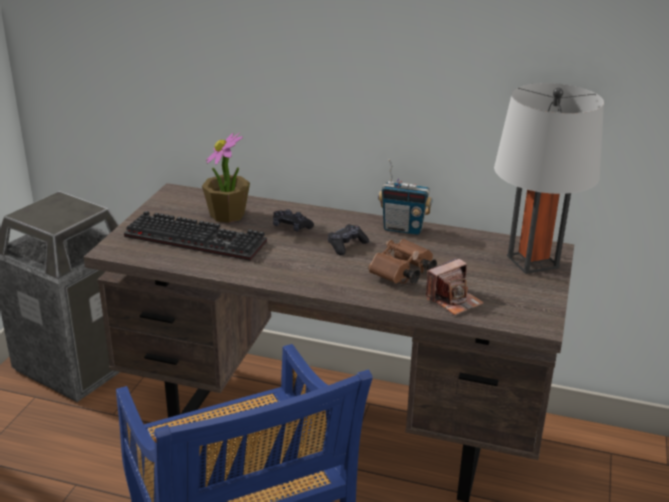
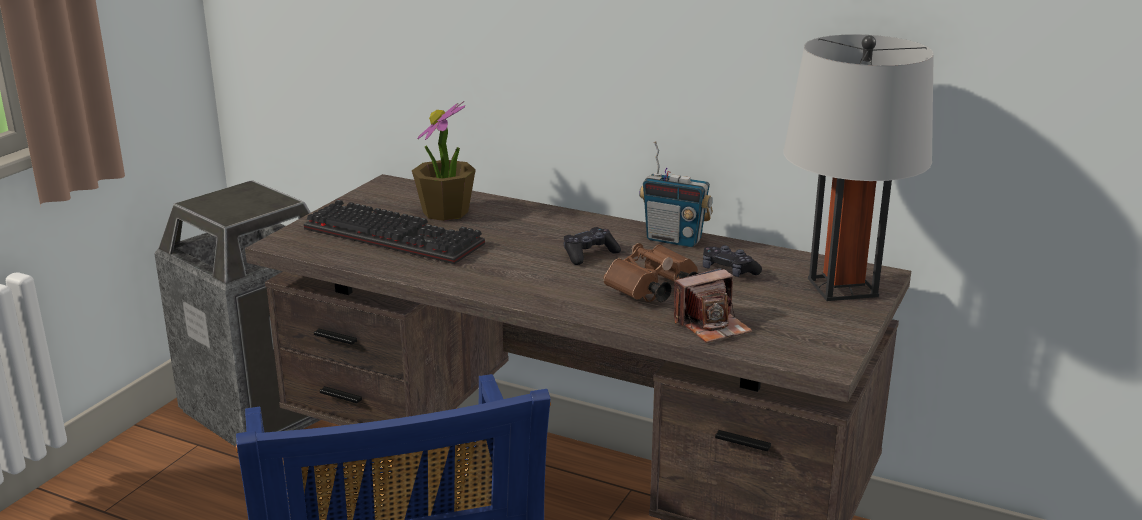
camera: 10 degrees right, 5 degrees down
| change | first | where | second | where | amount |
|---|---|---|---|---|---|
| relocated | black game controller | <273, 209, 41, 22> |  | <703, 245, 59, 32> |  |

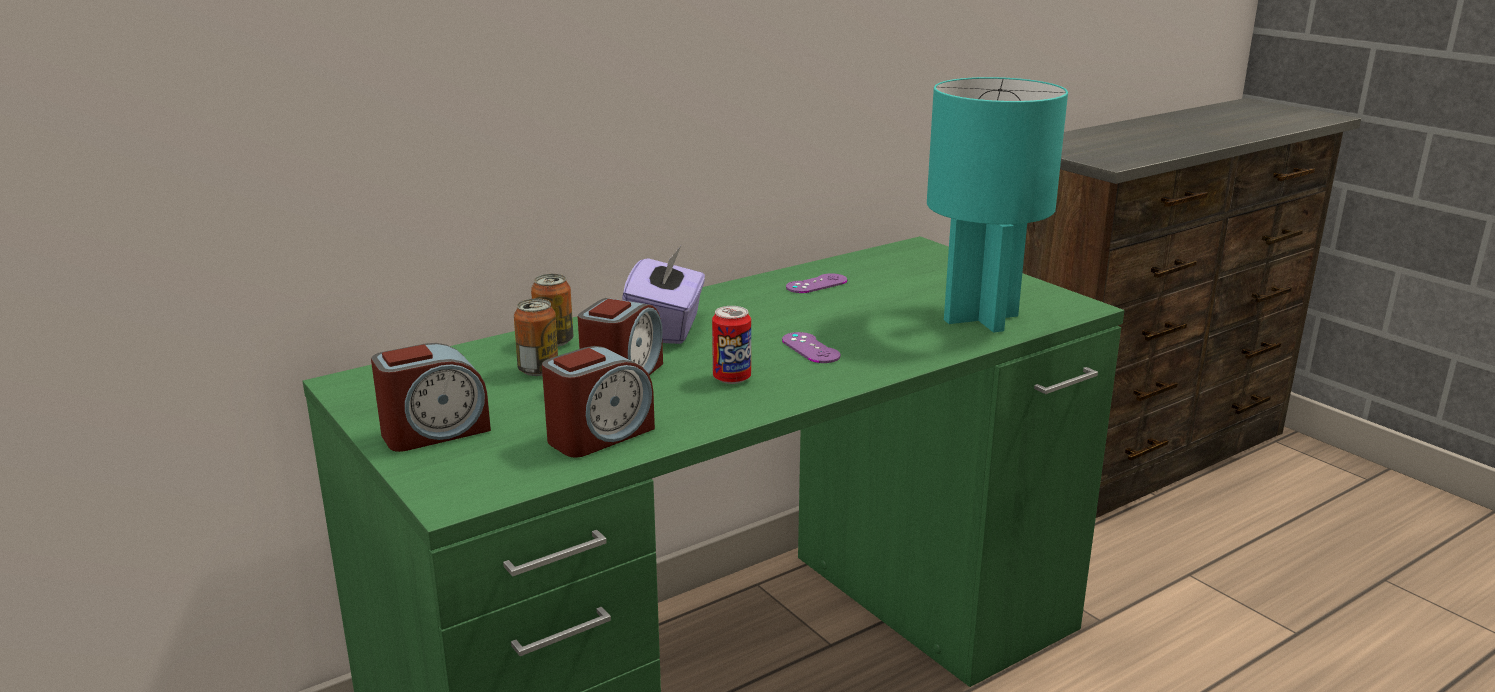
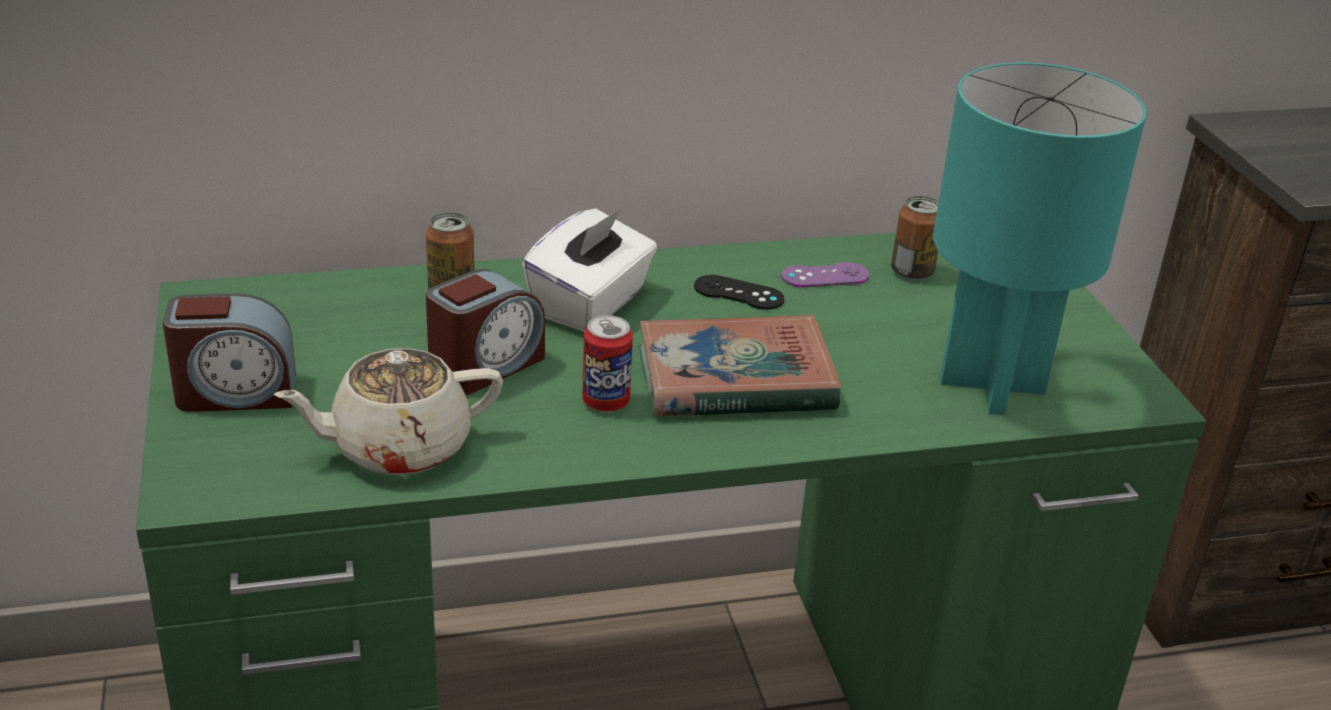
camera: 20 degrees right, 10 degrees up
| change | first | where | second | where | amount |
|---|---|---|---|---|---|
| relocated | can | <514, 299, 44, 77> |  | <891, 196, 48, 84> |  |
| exchanged | alarm clock | <542, 346, 113, 111> | beige teapot | <274, 348, 229, 127> |  |
| colour | purple tissue box | <622, 246, 83, 98> | white tissue box | <522, 208, 135, 124> |  |
| exchanged | purple game controller | <782, 332, 59, 31> | book | <638, 315, 203, 102> |  |
| appeared |  |  | black game controller | <694, 275, 90, 35> |  |

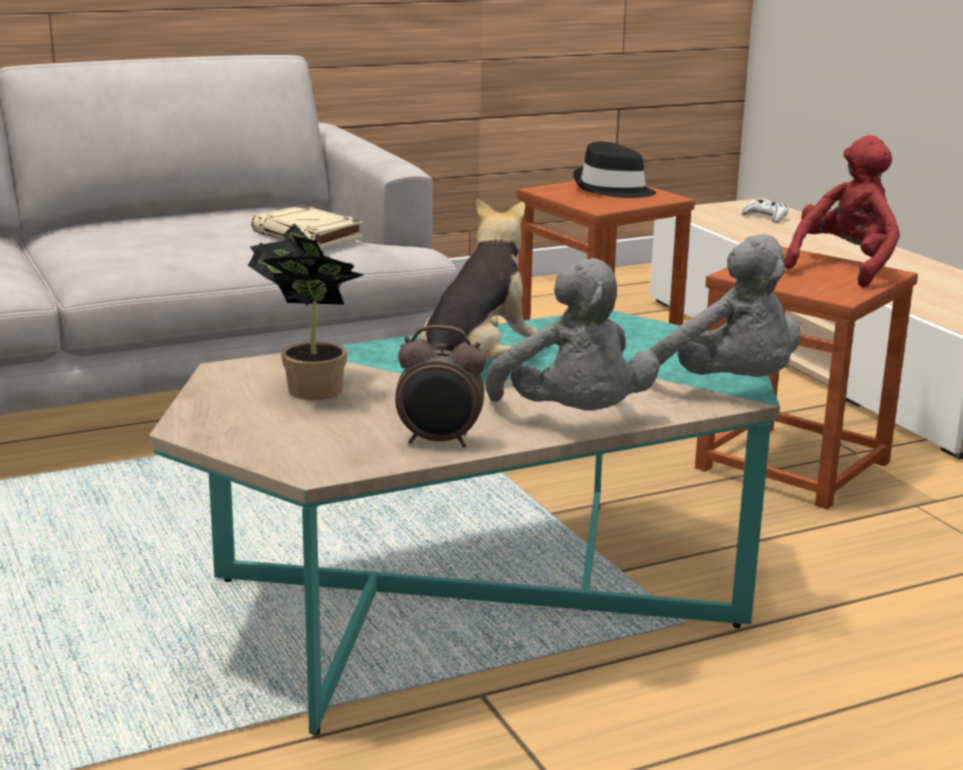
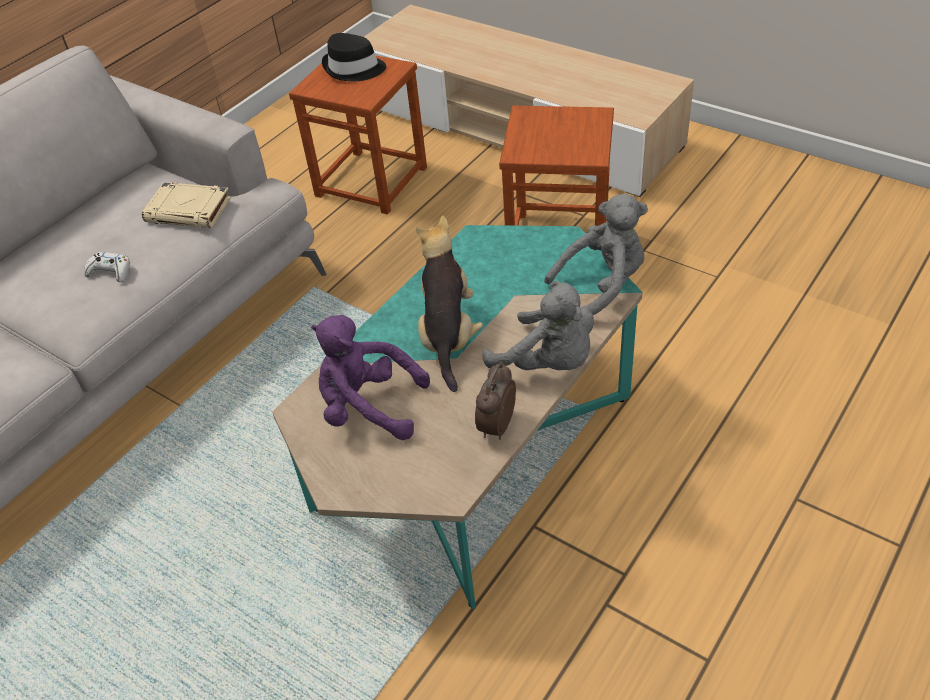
camera: 25 degrees left, 25 degrees up
| change | first | where | second | where | amount |
|---|---|---|---|---|---|
| exchanged | potted plant | <248, 223, 116, 177> | purple plush toy | <311, 315, 119, 125> |  |
| spun | alarm clock | <395, 325, 91, 122> |  | <475, 362, 41, 78> | 135 degrees clockwise |
| spun | grey plush toy | <636, 234, 165, 143> |  | <544, 193, 104, 123> | 45 degrees counterclockwise |
| relocated | white game controller | <742, 200, 47, 23> |  | <84, 252, 46, 30> |  |
| missing | red plush toy | <784, 135, 116, 152> |  |  |  |

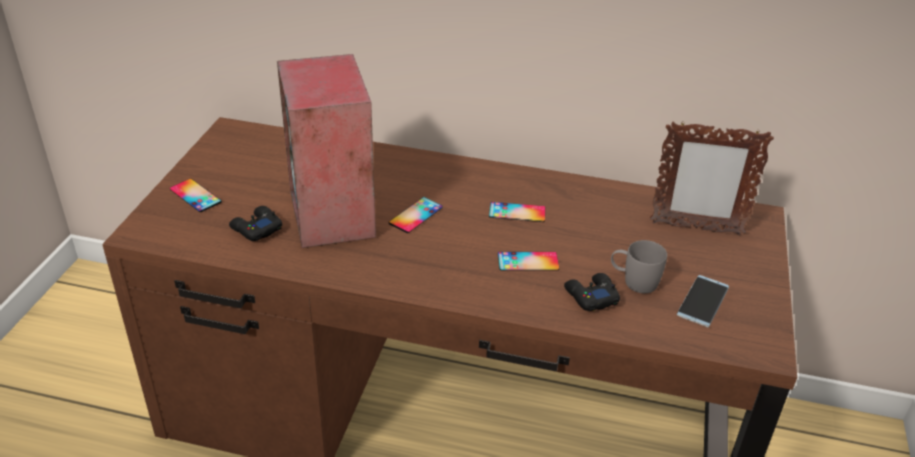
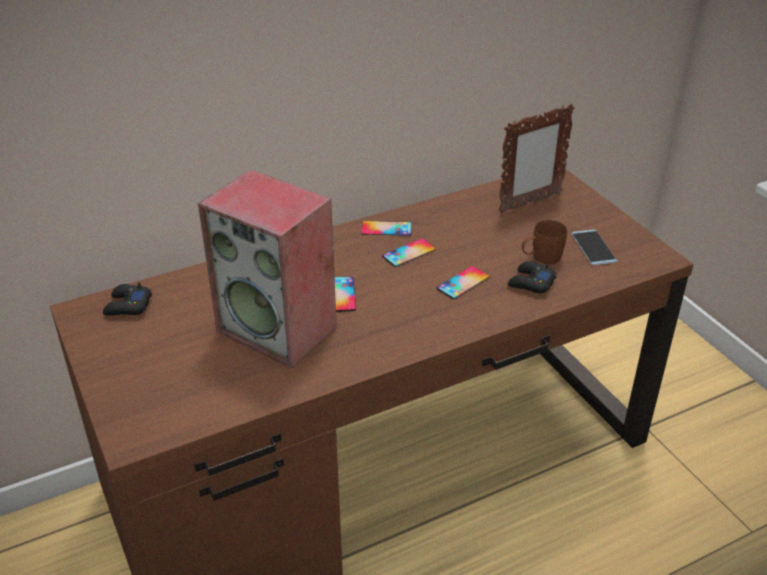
camera: 40 degrees left, 0 degrees up
| change | first | where | second | where | amount |
|---|---|---|---|---|---|
| relocated | phone | <170, 179, 52, 33> |  | <362, 221, 50, 15> |  |
| relocated | black game controller | <229, 206, 53, 35> |  | <103, 283, 49, 33> |  |
| colour | grey mug | <611, 240, 56, 53> | brown mug | <522, 220, 45, 44> |  |

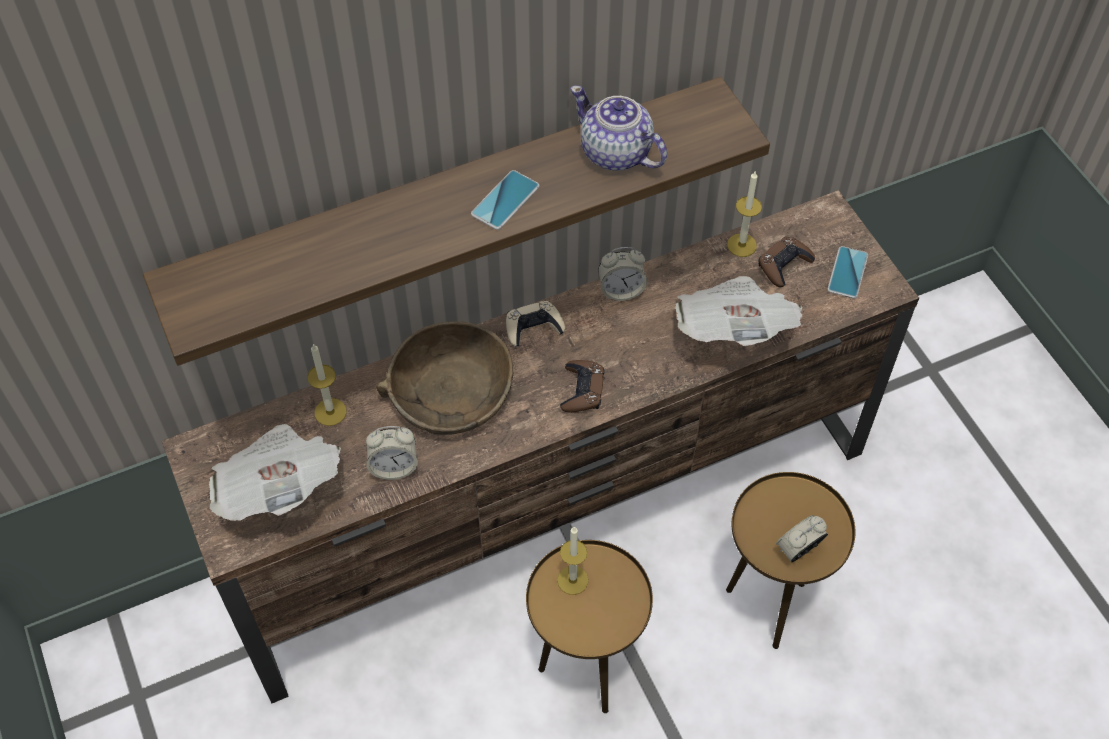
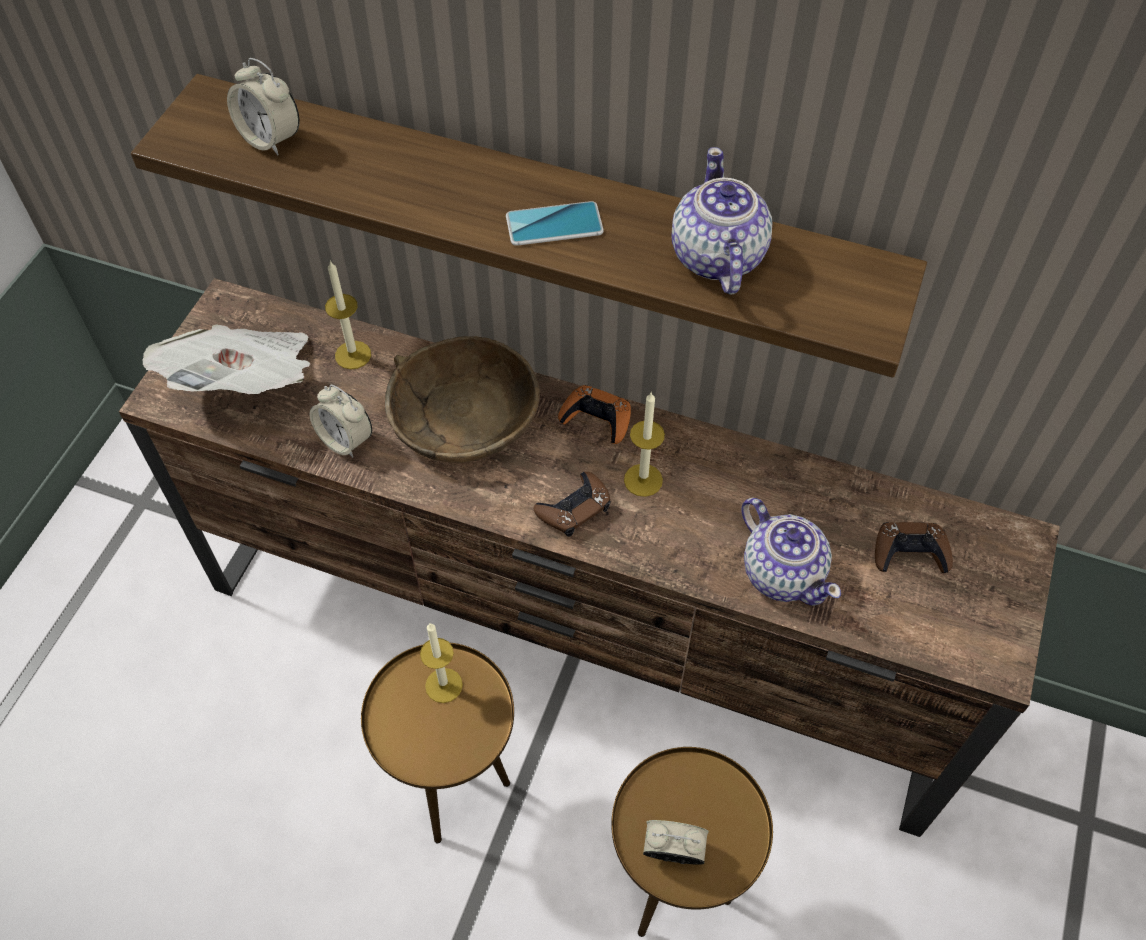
camera: 45 degrees right, 0 degrees up
| change | first | where | second | where | amount |
|---|---|---|---|---|---|
| colour | beige game controller | <506, 301, 59, 46> | orange game controller | <558, 385, 73, 59> |  |
| relocated | alarm clock | <598, 247, 49, 54> |  | <227, 58, 73, 97> |  |
| exchanged | newspaper | <675, 276, 128, 70> | teapot | <741, 498, 100, 108> |  |
| relocated | candle | <727, 172, 35, 85> |  | <624, 393, 41, 104> |  |
| missing | phone | <827, 246, 41, 52> |  |  |  |

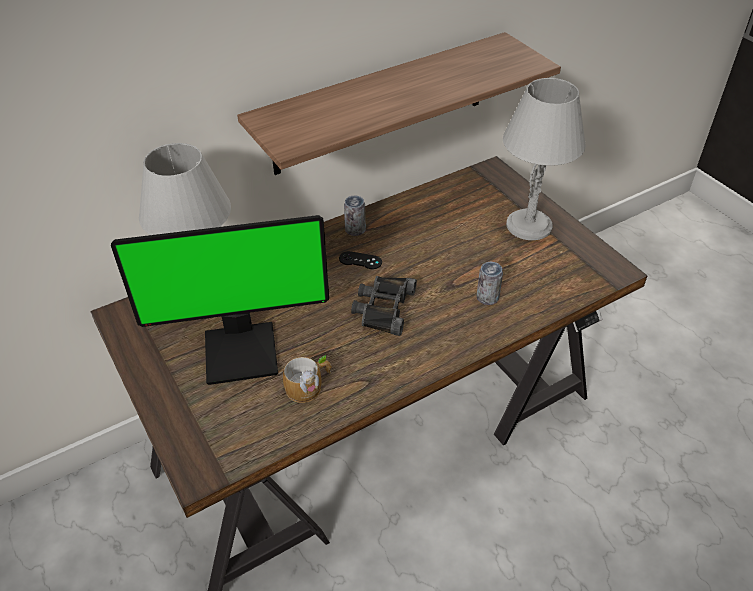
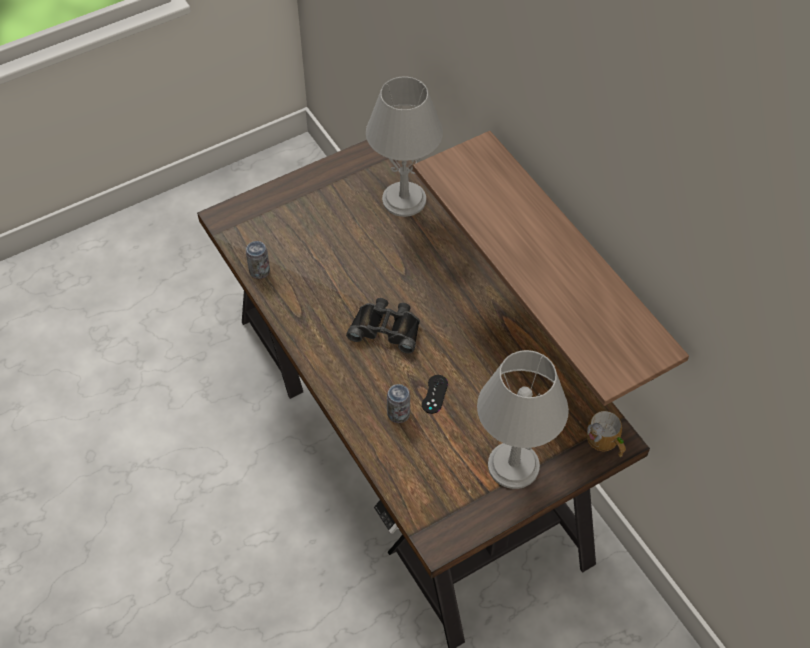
camera: 90 degrees right, 10 degrees up
| change | first | where | second | where | amount |
|---|---|---|---|---|---|
| missing | monitor | <111, 215, 218, 170> |  |  |  |
| relocated | mug | <283, 355, 49, 48> |  | <587, 411, 39, 46> |  |
| relocated | black game controller | <339, 251, 43, 18> |  | <422, 375, 26, 39> |  |
| relocated | can | <344, 195, 22, 41> |  | <246, 241, 24, 38> |  |

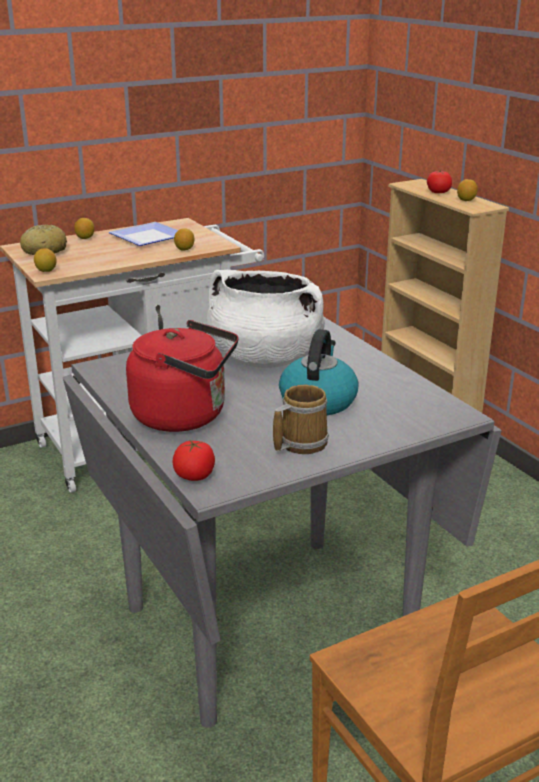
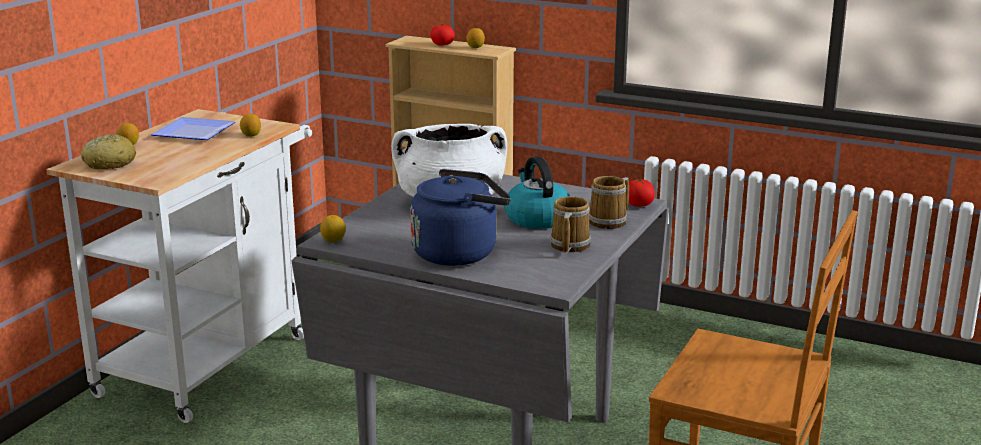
camera: 35 degrees left, 5 degrees down
| change | first | where | second | where | amount |
|---|---|---|---|---|---|
| relocated | lemon | <34, 248, 23, 24> |  | <320, 215, 26, 28> |  |
| colour | red kettle | <126, 320, 112, 112> | blue kettle | <410, 169, 101, 97> |  |
| relocated | tomato | <172, 440, 43, 41> |  | <629, 178, 26, 29> |  |
| appeared |  |  | mug | <589, 176, 40, 53> |  |

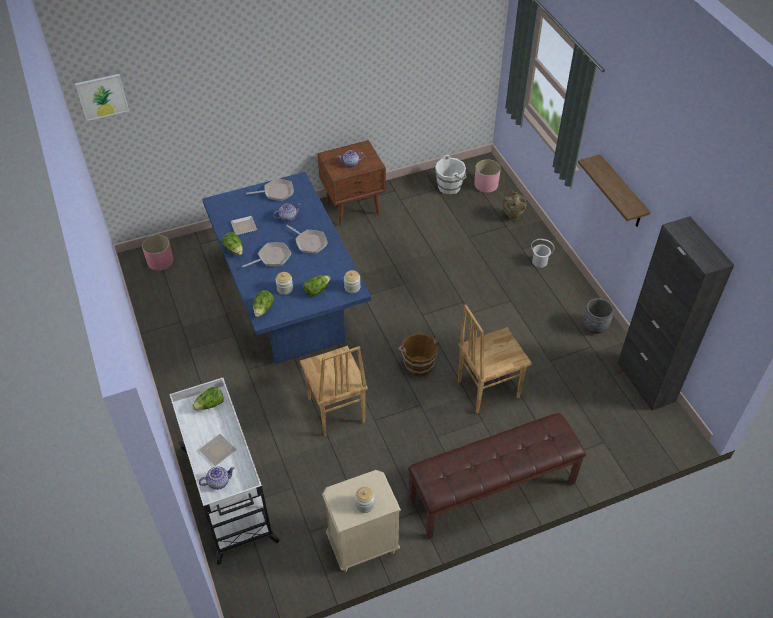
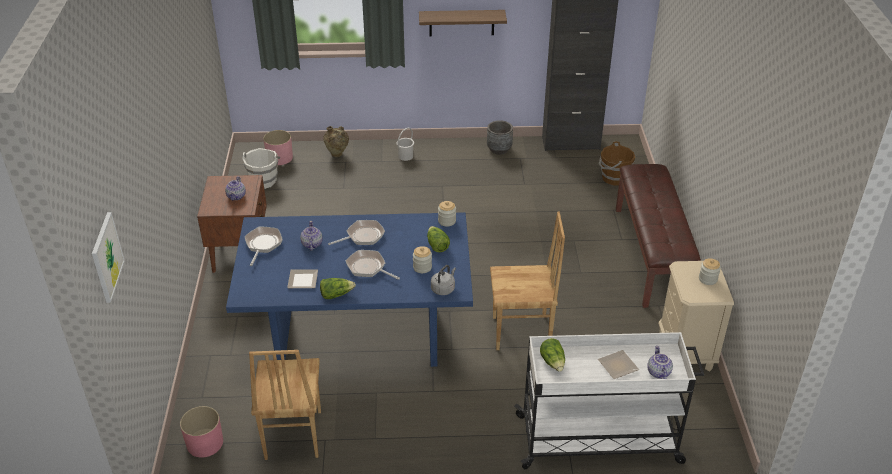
camera: 70 degrees left, 10 degrees down
| change | first | where | second | where | amount |
|---|---|---|---|---|---|
| spun | frying pan | <242, 242, 49, 25> |  | <346, 250, 54, 30> | 45 degrees counterclockwise |
| exchanged | lettuce | <253, 290, 21, 27> | grey kettle | <431, 265, 25, 30> |  |
| relocated | brown bucket | <398, 334, 40, 43> |  | <599, 141, 36, 44> |  |
| relocated | brown chair | <458, 304, 74, 109> |  | <249, 350, 72, 110> |  |

